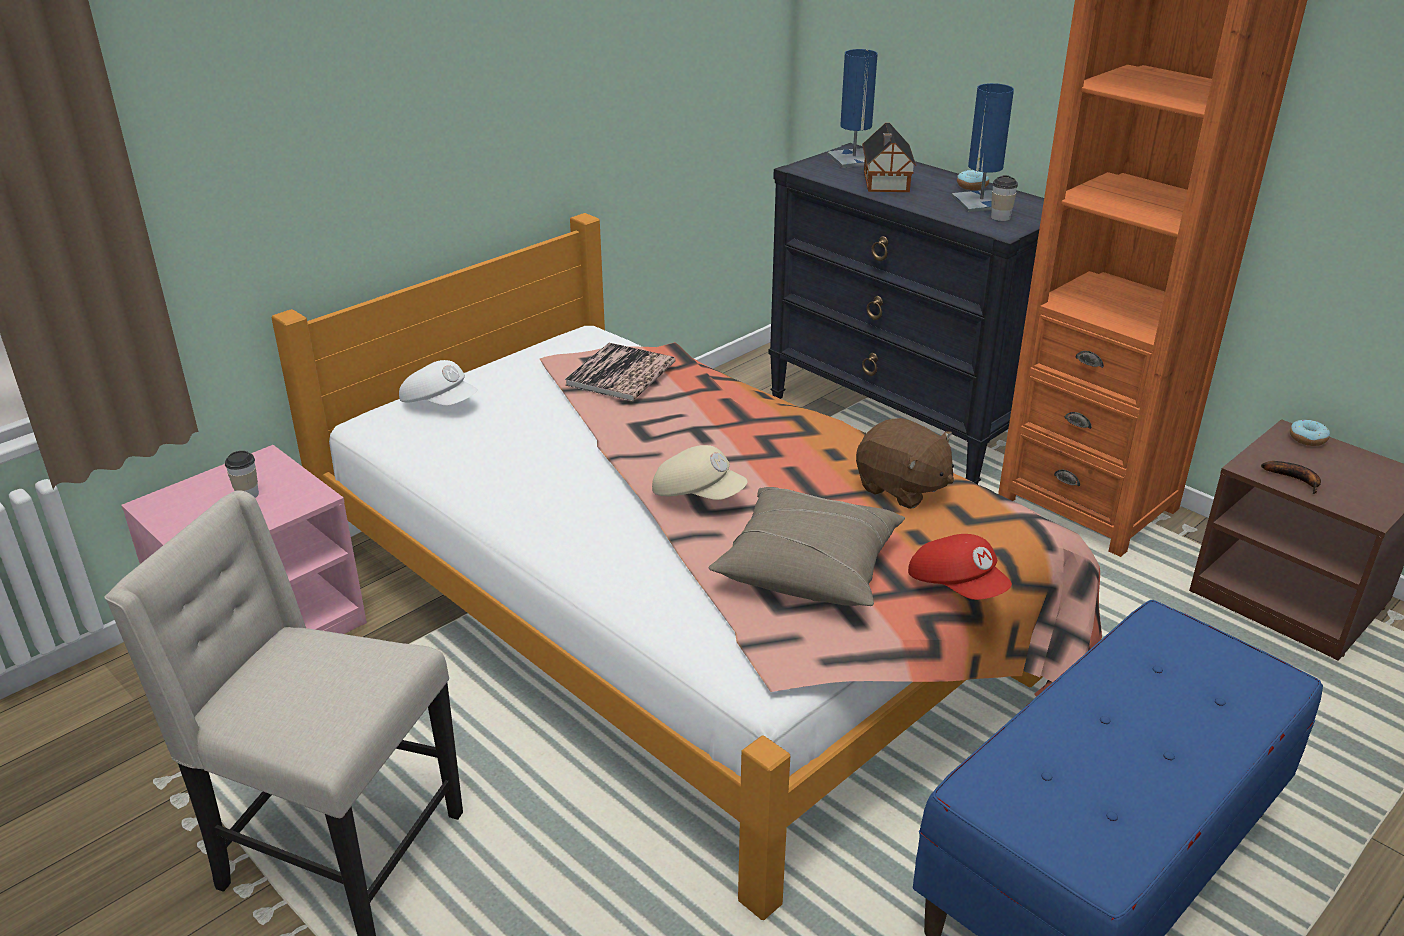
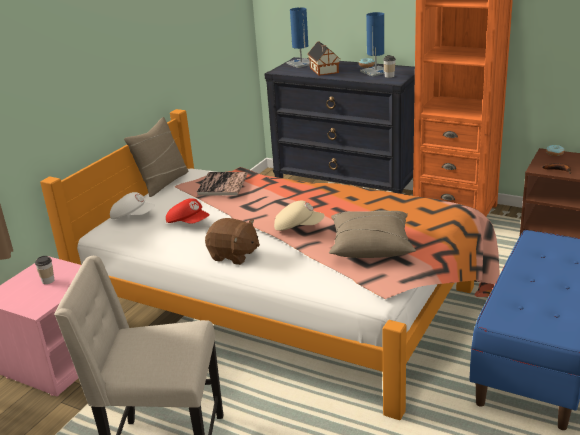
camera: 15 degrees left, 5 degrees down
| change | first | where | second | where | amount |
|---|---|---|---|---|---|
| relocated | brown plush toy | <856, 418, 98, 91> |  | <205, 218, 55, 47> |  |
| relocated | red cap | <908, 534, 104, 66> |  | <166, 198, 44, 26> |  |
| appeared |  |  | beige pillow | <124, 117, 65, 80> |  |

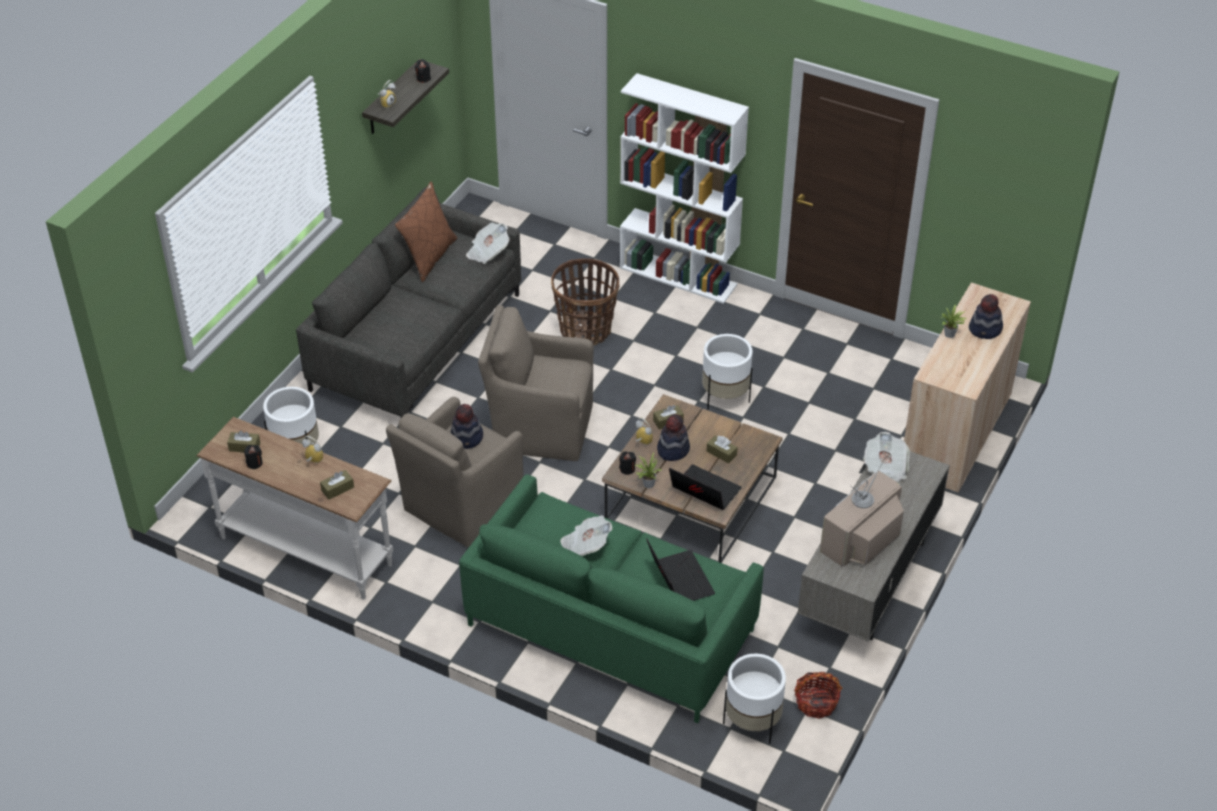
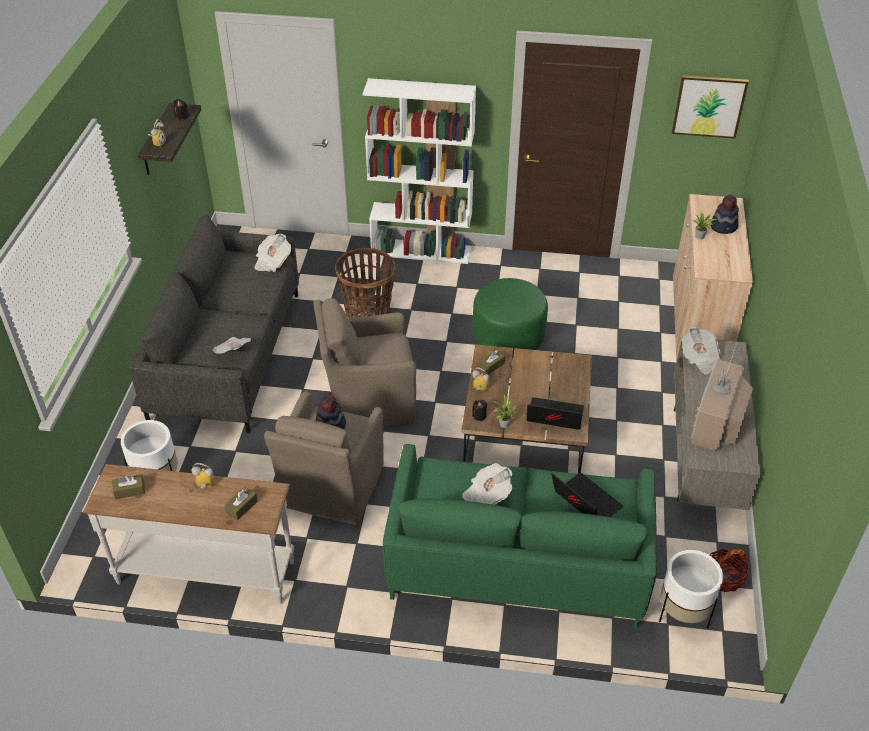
camera: 20 degrees left, 0 degrees up
| change | first | where | second | where | amount |
|---|---|---|---|---|---|
| missing | black candle | <244, 445, 19, 24> |  |  |  |
| missing | brown pillow | <395, 181, 62, 101> |  |  |  |
| missing | hat | <657, 414, 33, 47> |  |  |  |
| exchanged | white planter | <702, 334, 51, 75> | green ottoman | <473, 278, 75, 80> |  |
| missing | brown tissue box | <707, 435, 31, 28> |  |  |  |
| appeared |  |  | newspaper | <212, 337, 39, 17> |  |
| appeared |  |  | picture | <672, 75, 77, 64> |  |

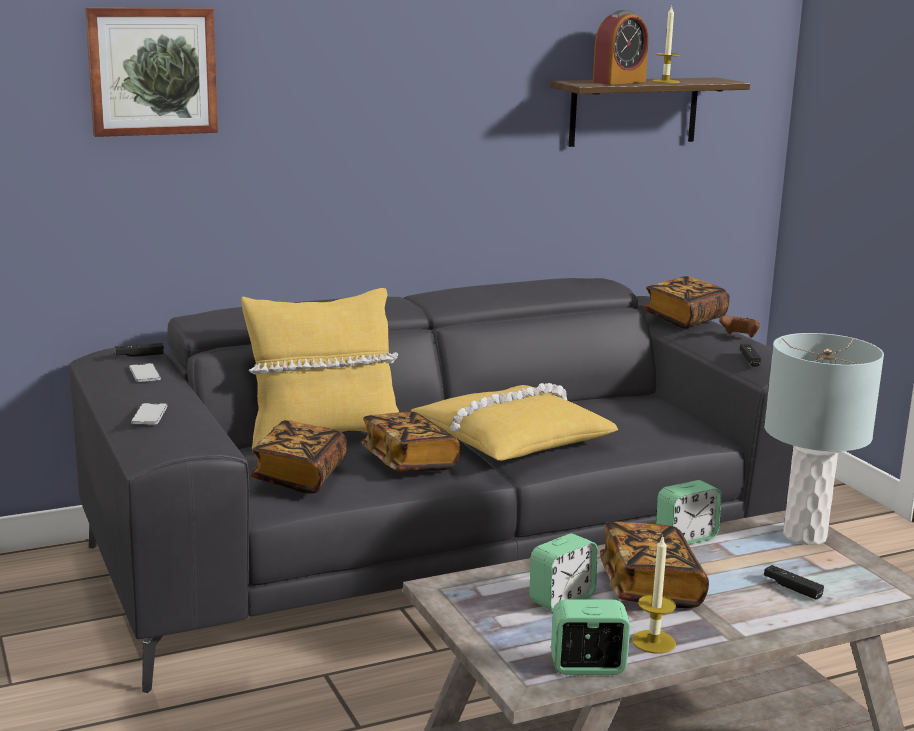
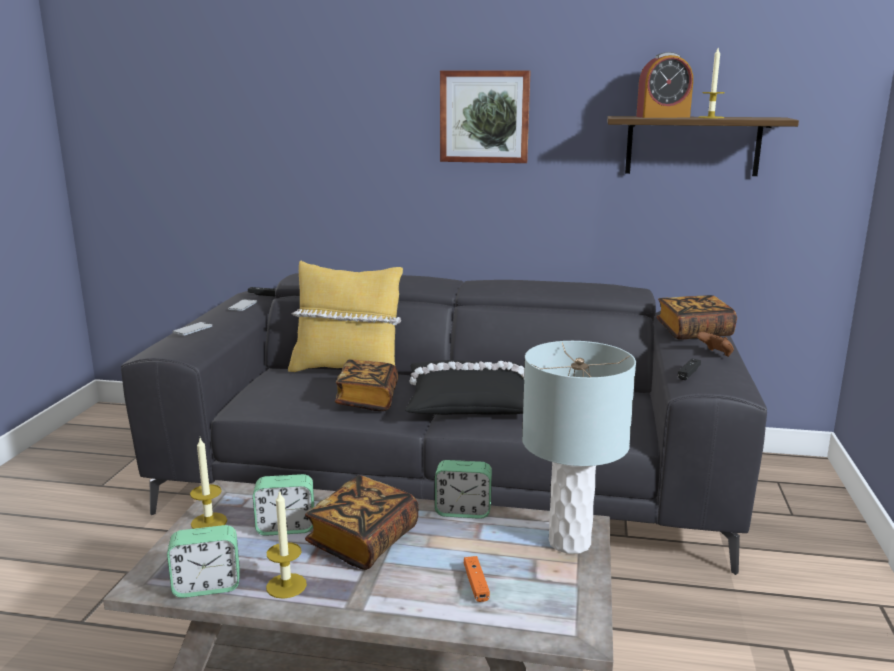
camera: 35 degrees right, 0 degrees up
| change | first | where | second | where | amount |
|---|---|---|---|---|---|
| relocated | picture | <85, 8, 133, 129> |  | <440, 70, 91, 93> |  |
| missing | book | <251, 420, 96, 73> |  |  |  |
| colour | yellow pillow | <411, 383, 208, 78> | black pillow | <405, 360, 120, 55> |  |
| spun | alarm clock | <551, 599, 79, 76> |  | <167, 525, 73, 73> | 135 degrees clockwise |
| colour | black game controller | <764, 565, 60, 35> | orange game controller | <464, 556, 26, 46> |  |
| appeared |  |  | candle | <190, 438, 37, 91> |  |

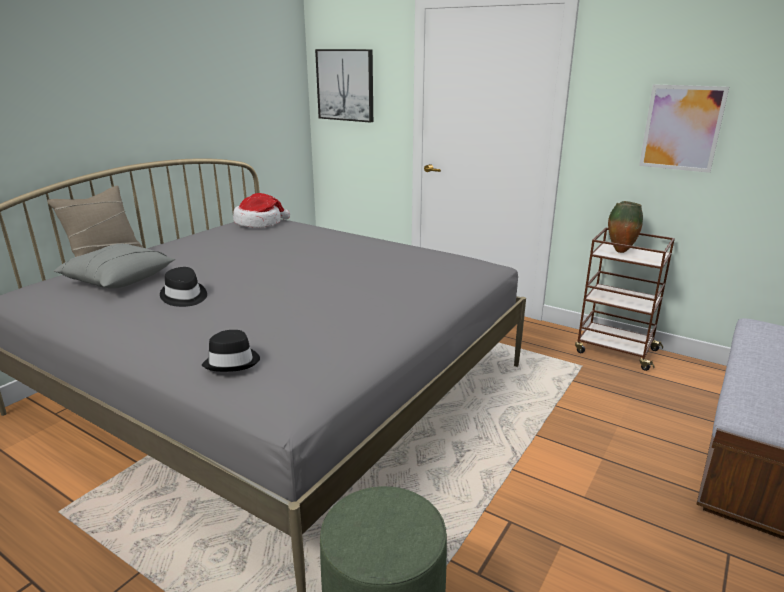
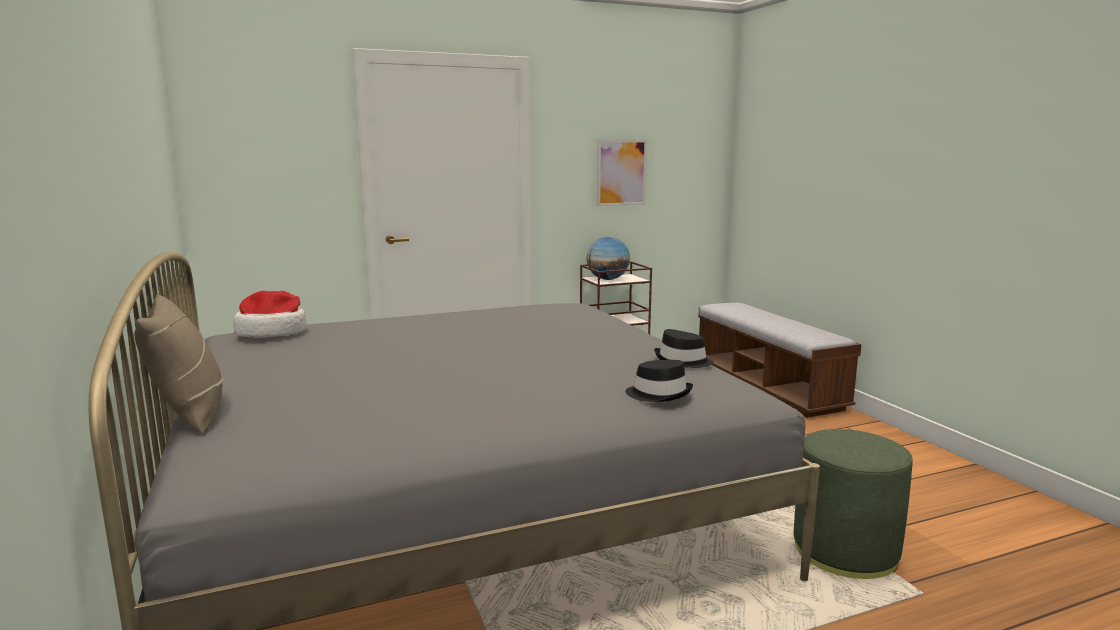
camera: 55 degrees left, 10 degrees down
| change | first | where | second | where | amount |
|---|---|---|---|---|---|
| missing | grey pillow | <53, 244, 122, 45> |  |  |  |
| relocated | black hat | <160, 267, 47, 40> |  | <654, 329, 60, 39> |  |
| missing | picture | <315, 49, 58, 74> |  |  |  |
| exchanged | vase | <608, 201, 35, 52> | globe | <586, 236, 44, 44> |  |

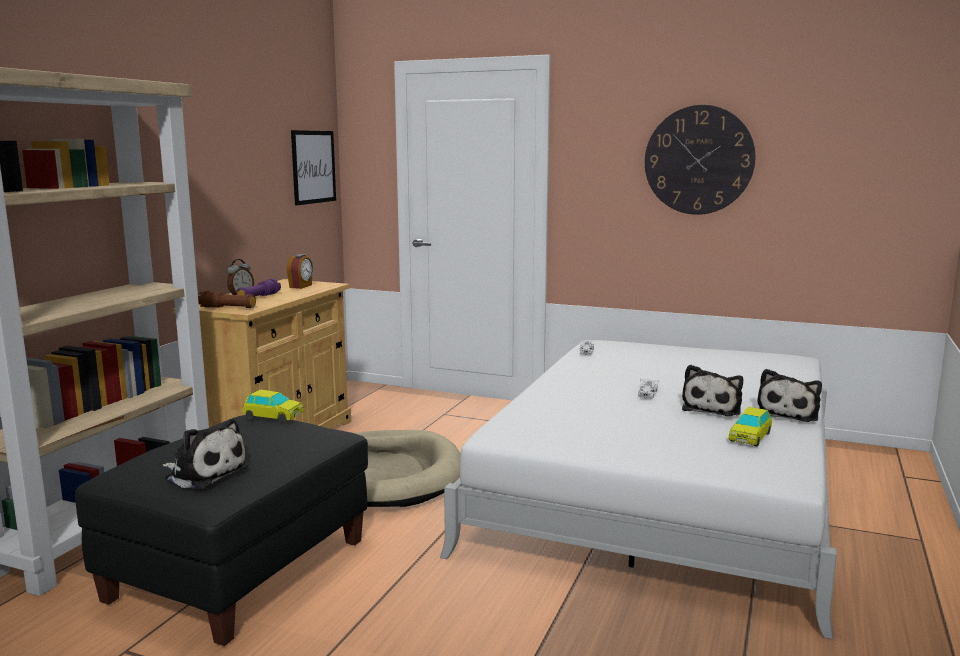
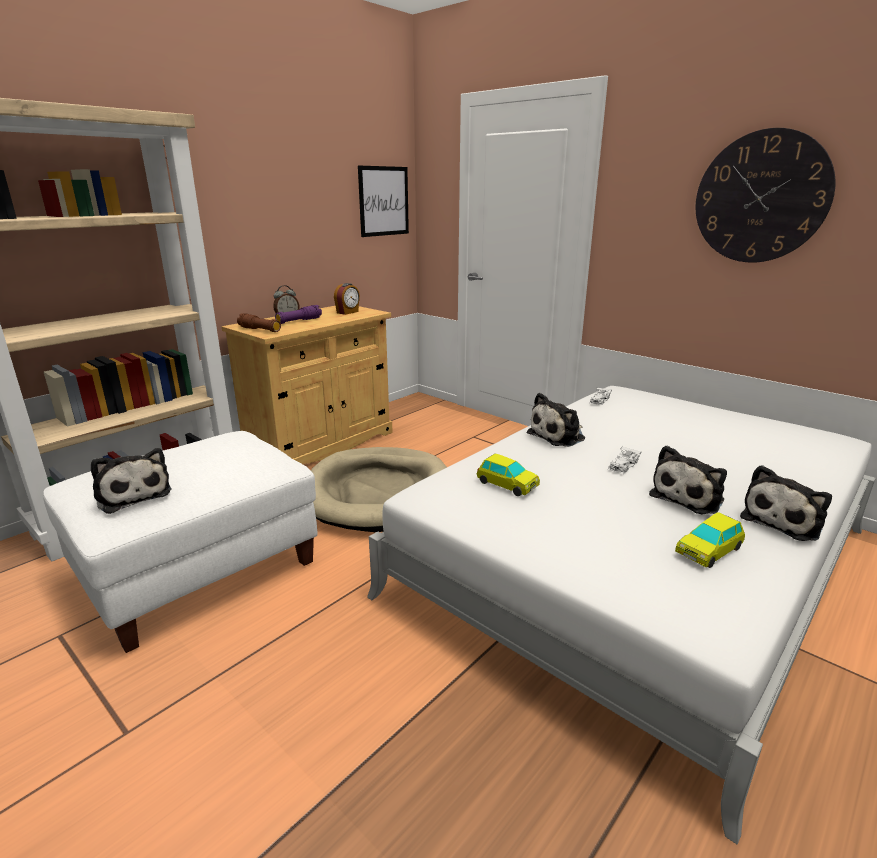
camera: 20 degrees right, 10 degrees up
| change | first | where | second | where | amount |
|---|---|---|---|---|---|
| colour | black ottoman | <75, 415, 293, 231> | white ottoman | <43, 431, 275, 222> |  |
| relocated | toy car | <242, 390, 62, 33> |  | <477, 454, 63, 42> |  |
| appeared |  |  | plush toy | <527, 393, 58, 54> |  |

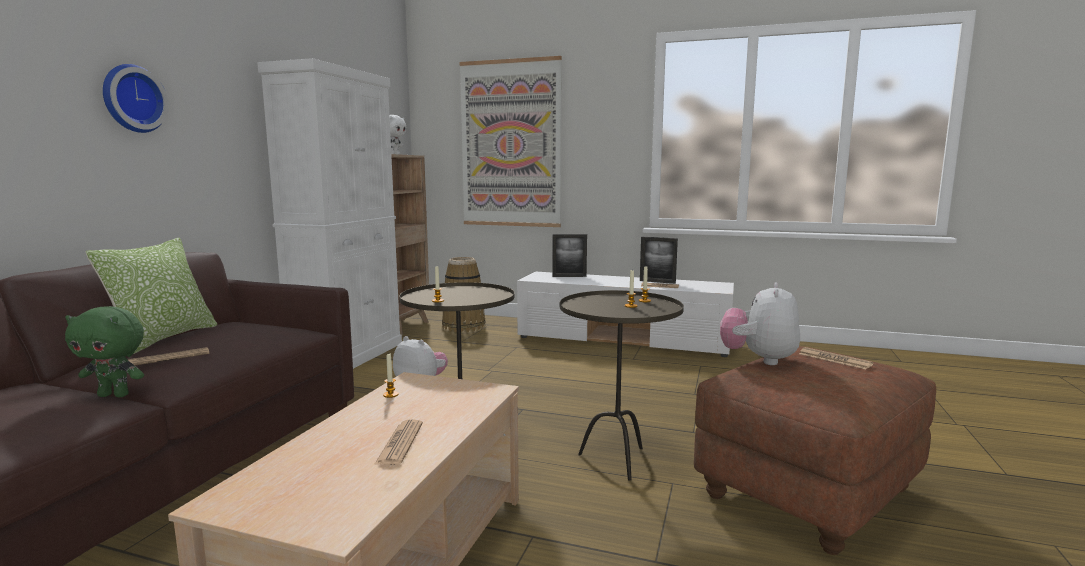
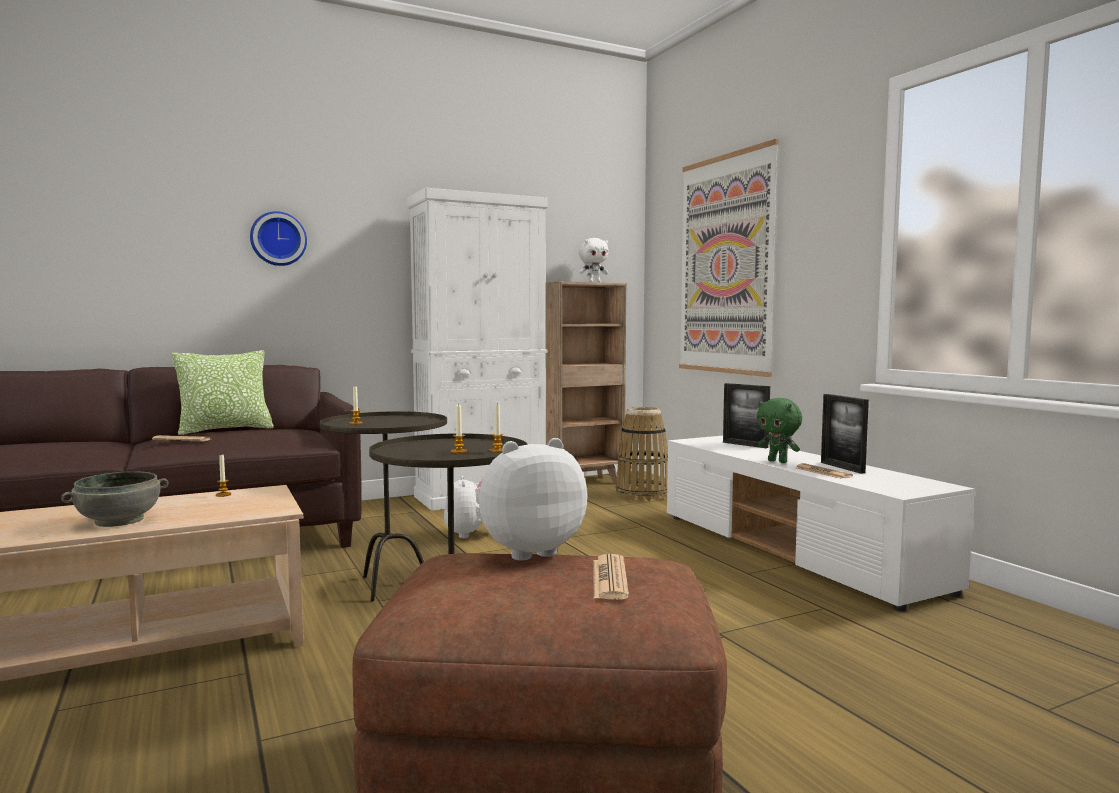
camera: 45 degrees right, 5 degrees down
| change | first | where | second | where | amount |
|---|---|---|---|---|---|
| relocated | green plush toy | <65, 306, 79, 91> |  | <757, 398, 45, 65> |  |
| exchanged | newspaper | <375, 419, 48, 46> | grey bowl | <61, 471, 107, 56> |  |

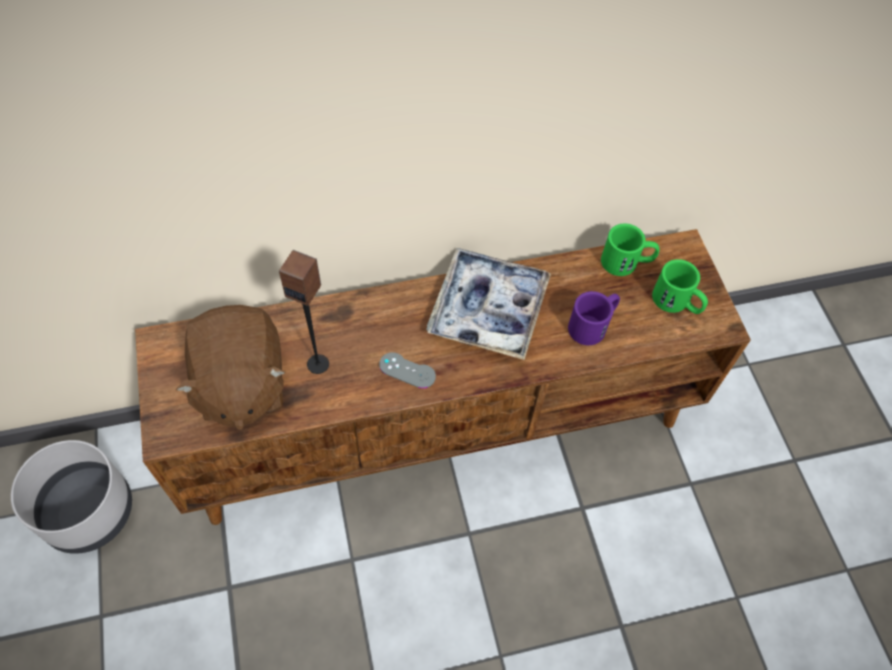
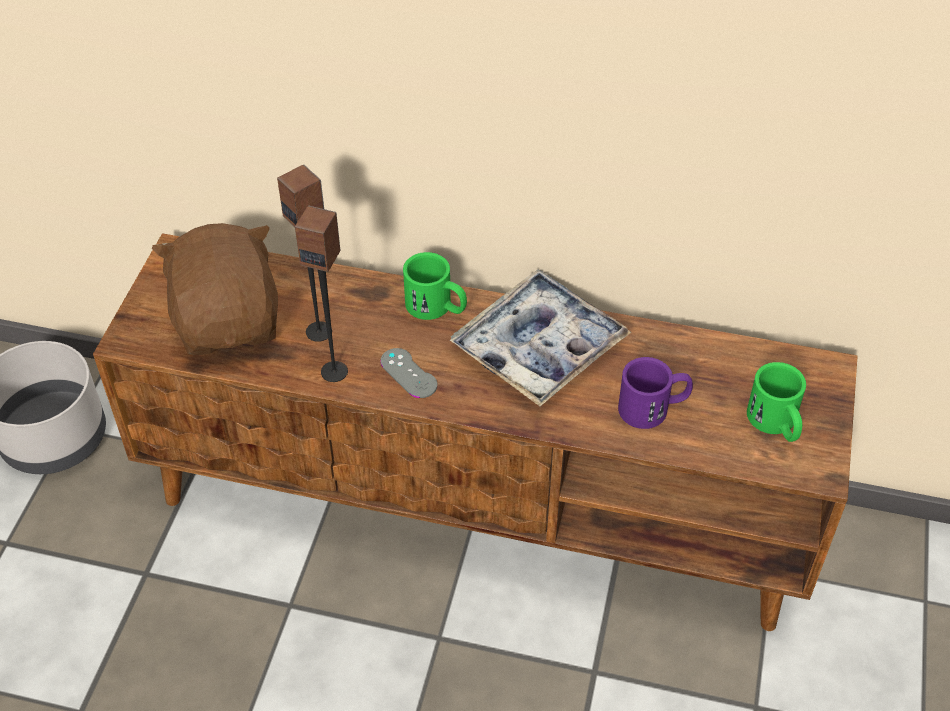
camera: 30 degrees right, 10 degrees down
| change | first | where | second | where | amount |
|---|---|---|---|---|---|
| spun | brown plush toy | <176, 305, 110, 125> |  | <151, 223, 127, 132> | 150 degrees clockwise |
| relocated | green mug | <601, 223, 58, 53> |  | <403, 252, 64, 68> |  |
| appeared |  |  | speaker | <295, 205, 53, 177> |  |

